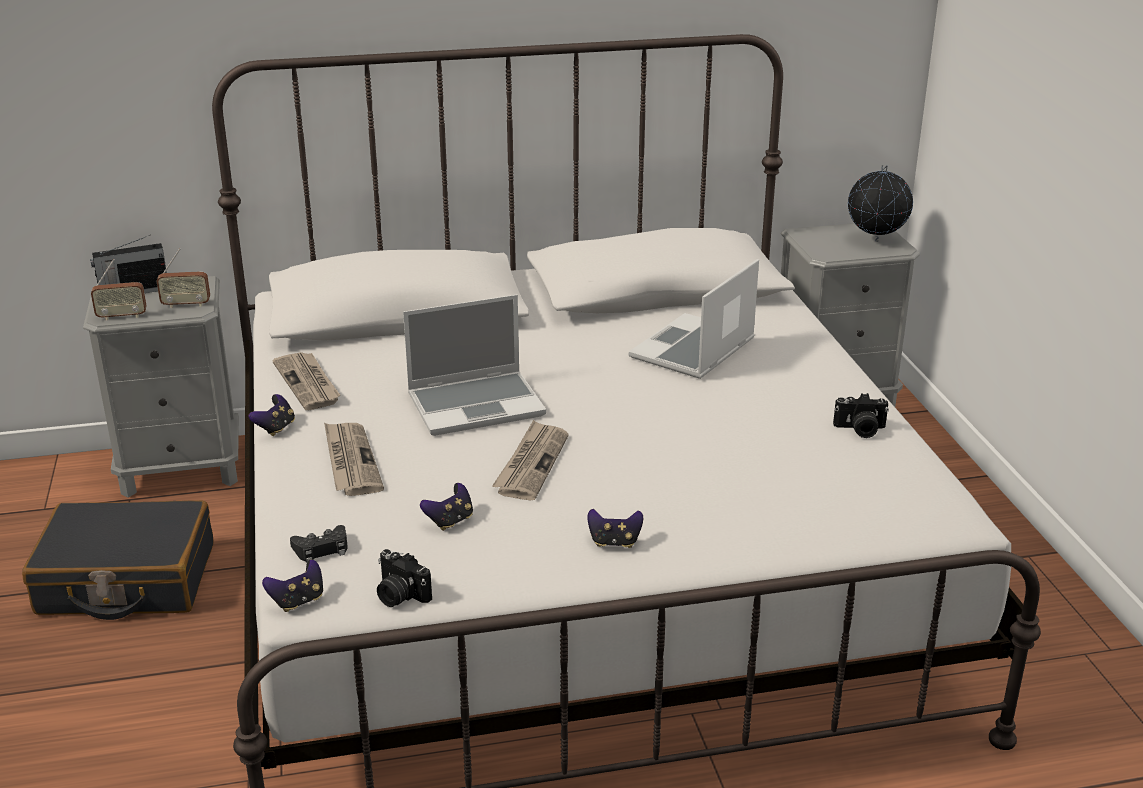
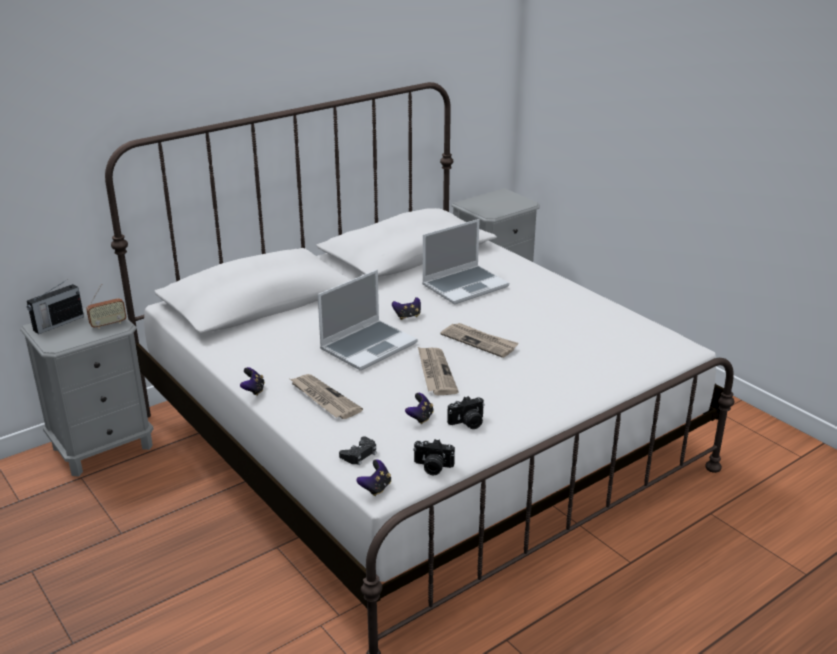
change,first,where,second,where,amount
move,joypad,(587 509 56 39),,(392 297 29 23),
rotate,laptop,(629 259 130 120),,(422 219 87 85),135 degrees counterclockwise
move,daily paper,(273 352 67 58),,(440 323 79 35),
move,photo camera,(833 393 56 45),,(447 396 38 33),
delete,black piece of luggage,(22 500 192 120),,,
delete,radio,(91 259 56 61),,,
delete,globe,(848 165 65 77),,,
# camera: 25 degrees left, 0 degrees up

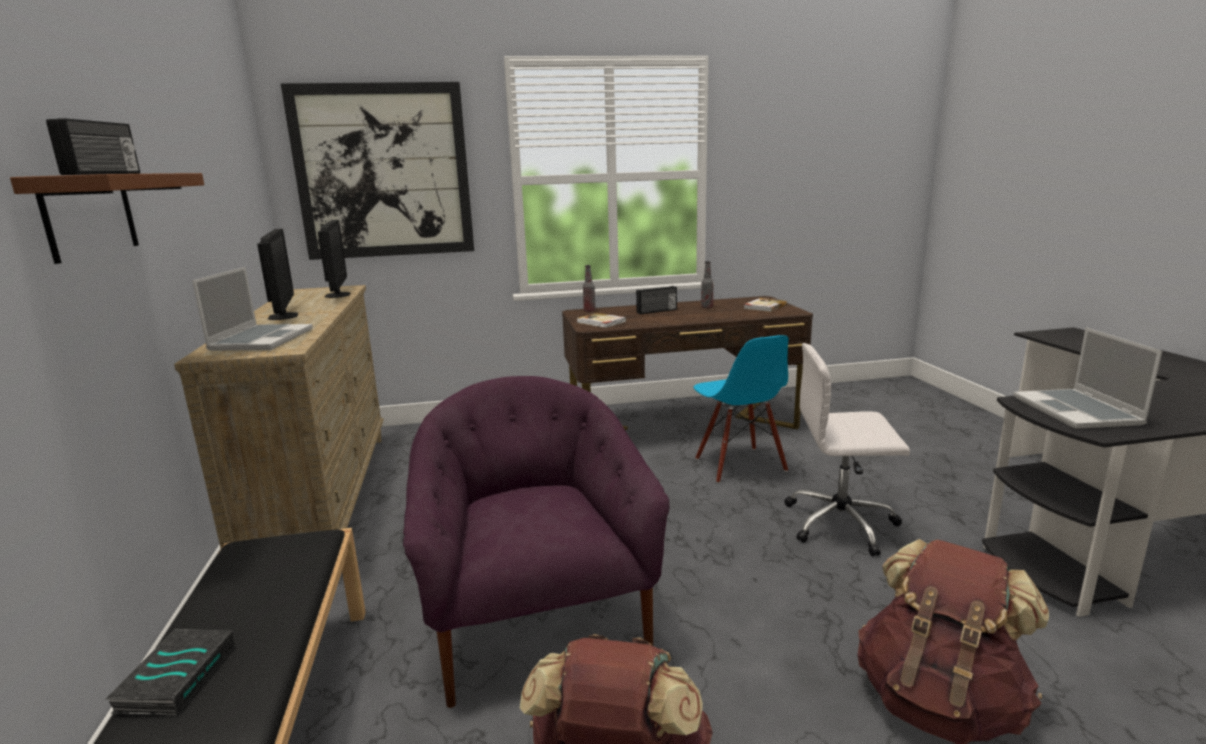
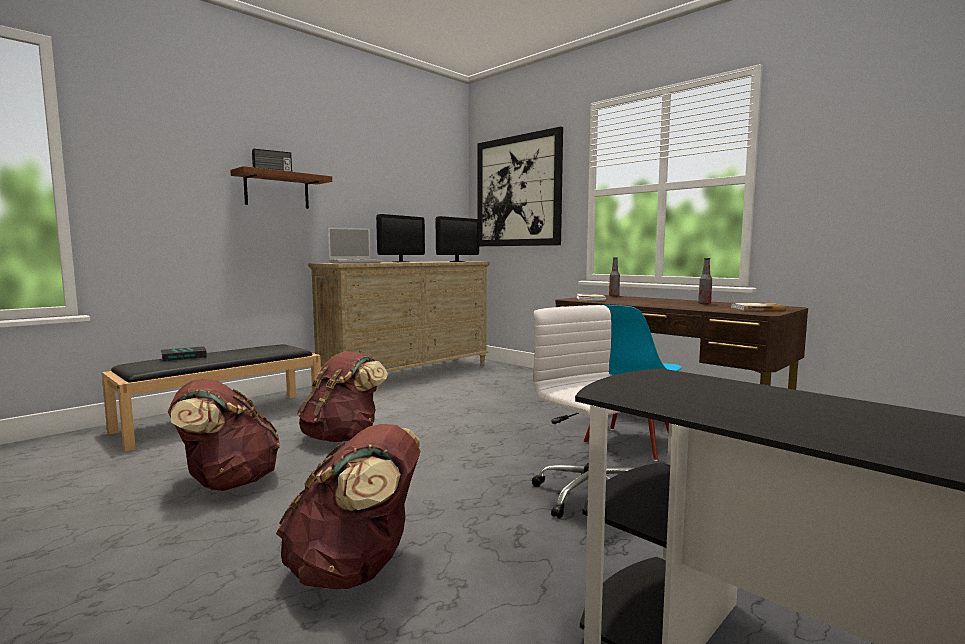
change,first,where,second,where,amount
replace,purple-coloured armchair,(403 376 267 332),brown rucksack,(297 351 91 91),
delete,radio,(636 286 41 28),,,
delete,laptop,(1013 328 149 101),,,
# camera: 55 degrees right, 10 degrees down

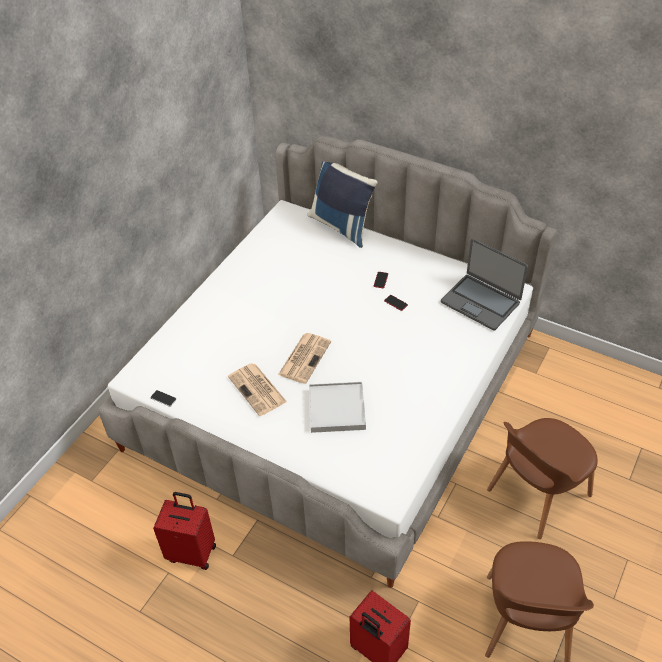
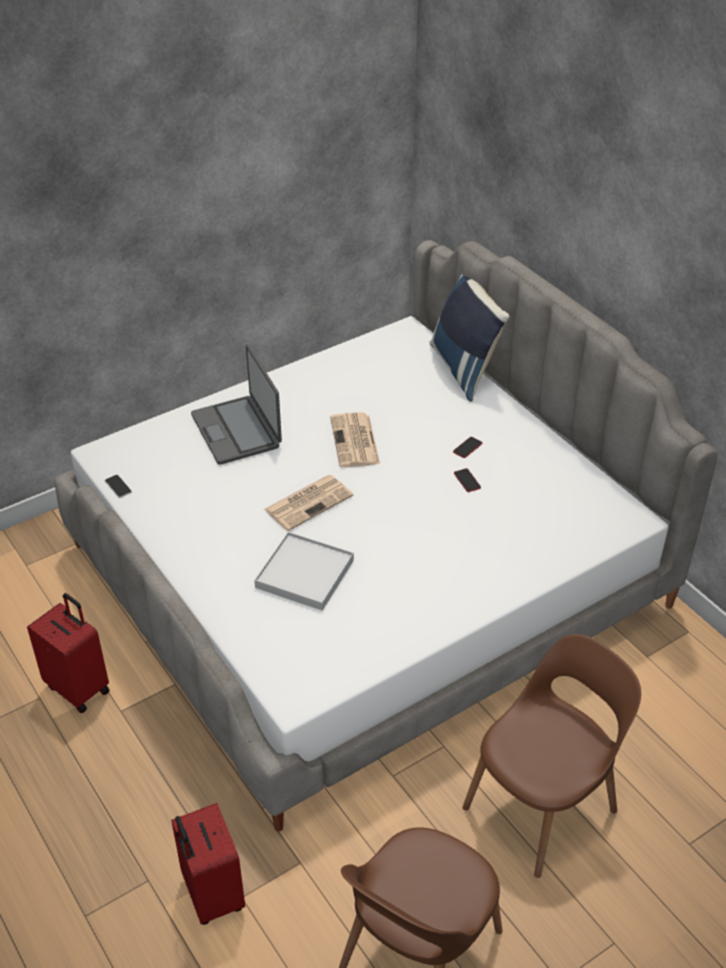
change,first,where,second,where,amount
move,laptop,(441 239 87 91),,(191 345 91 120),
move,daily paper,(228 363 59 53),,(330 412 50 55),
rotate,brown chair,(487 418 111 121),,(462 634 179 244),150 degrees clockwise
# camera: 25 degrees right, 5 degrees down

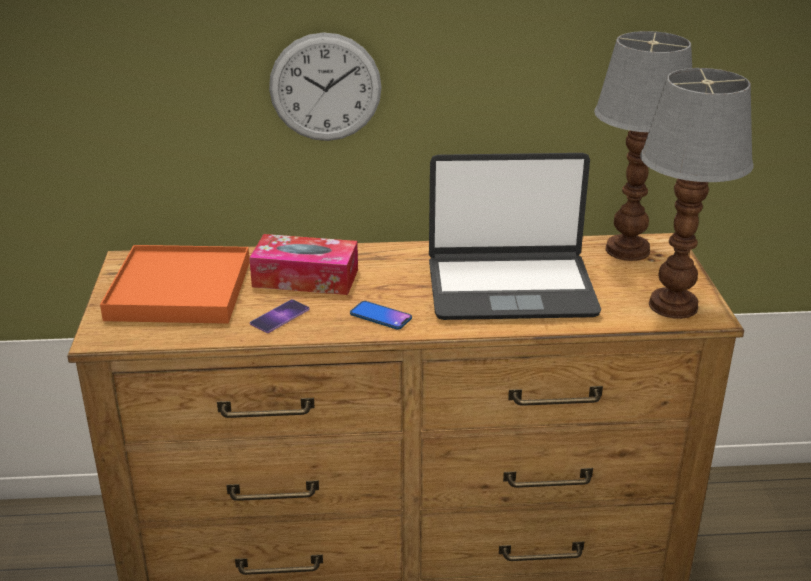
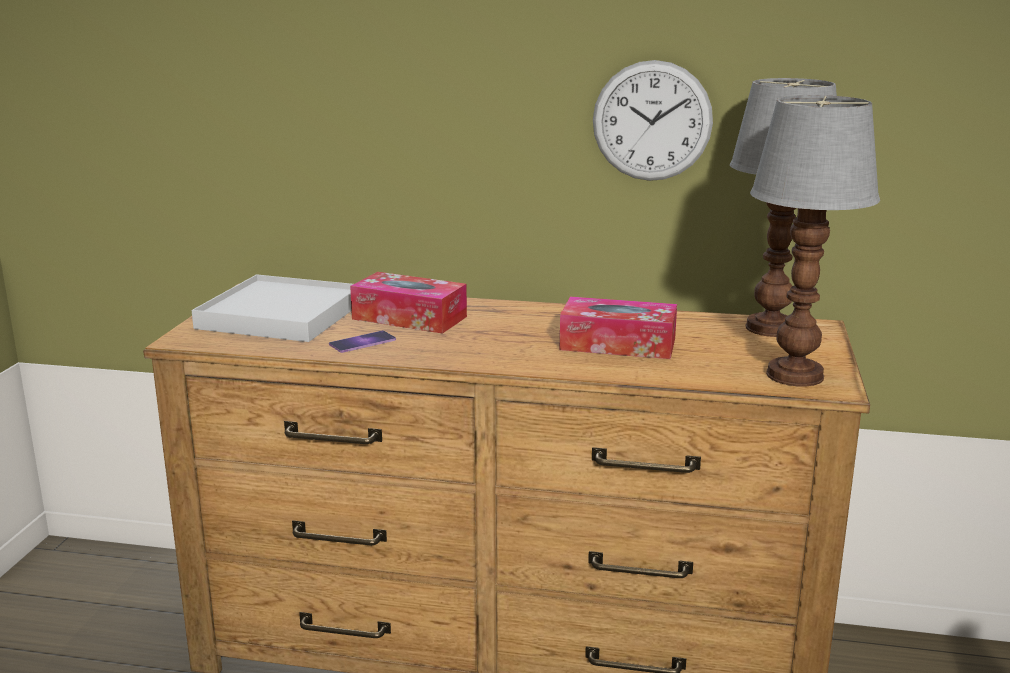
change,first,where,second,where,amount
recolor,orange-coloured tray,(100 245 150 79),whitish tray,(191 274 162 68),
replace,laptop,(429 153 172 167),tissue holder,(560 297 117 62),
move,wall clock,(269 32 113 109),,(593 60 120 121),
delete,phone,(350 301 62 29),,,
# camera: 15 degrees right, 10 degrees down

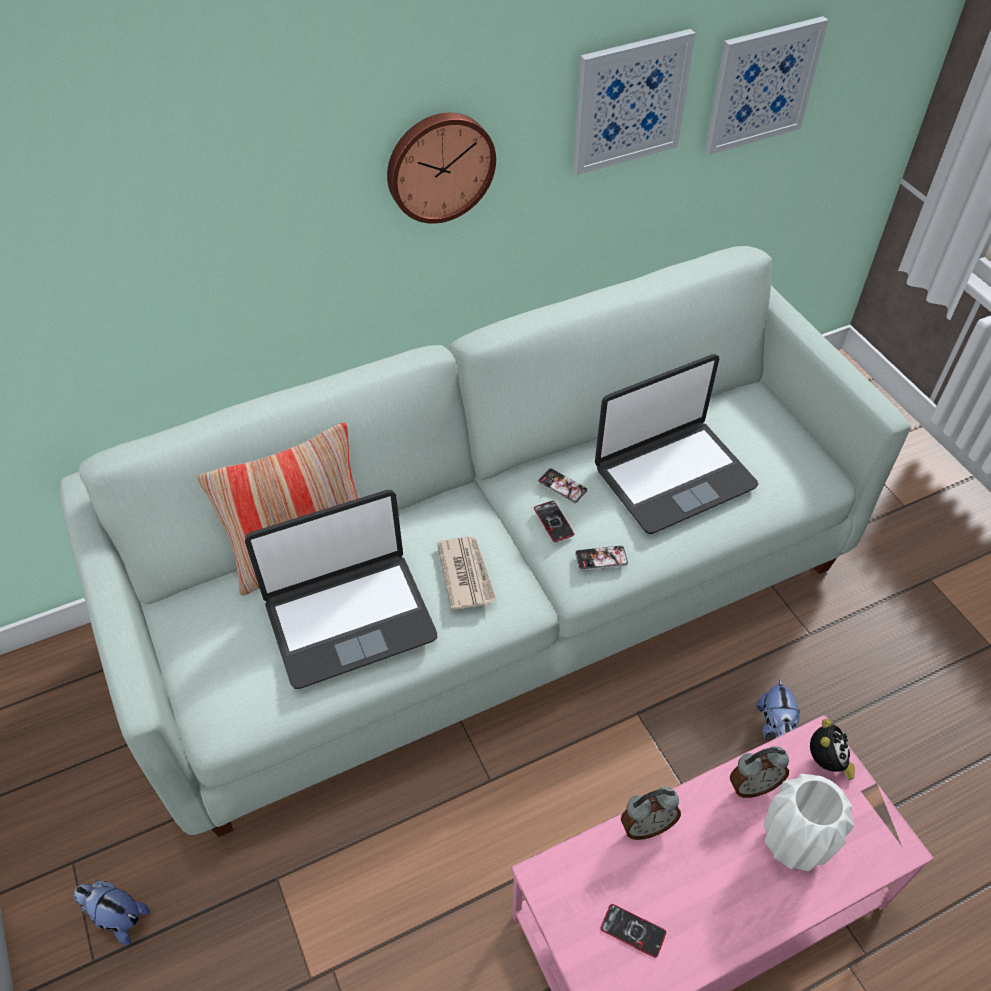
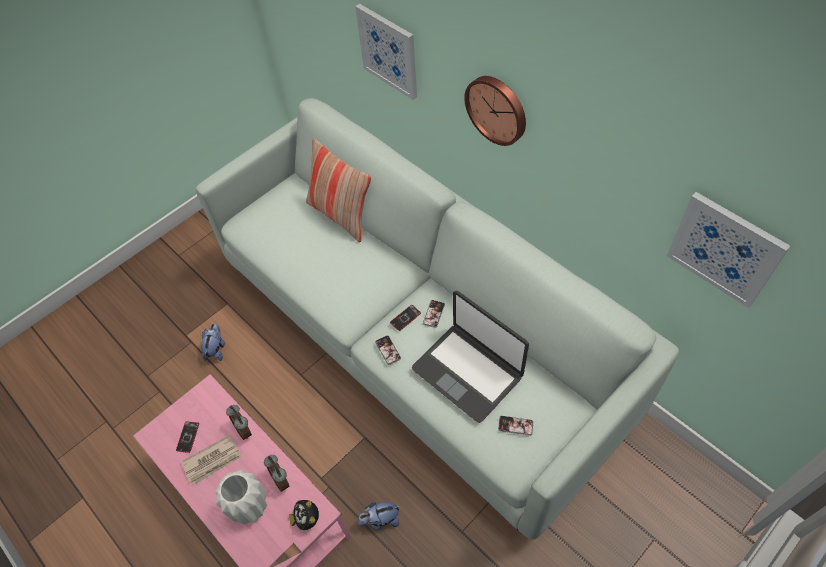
change,first,where,second,where,amount
move,daily paper,(437 536 60 74),,(181 436 61 50),
move,soft toy,(74 881 76 63),,(201 323 24 38),
rotate,bedside clock,(810 719 45 61),,(289 500 30 30),75 degrees clockwise
move,wall art,(573 29 123 146),,(355 4 62 96),
insert,,,phone,(498 416 35 20),
delete,laptop,(245 490 192 199),,,
# camera: 75 degrees right, 5 degrees up

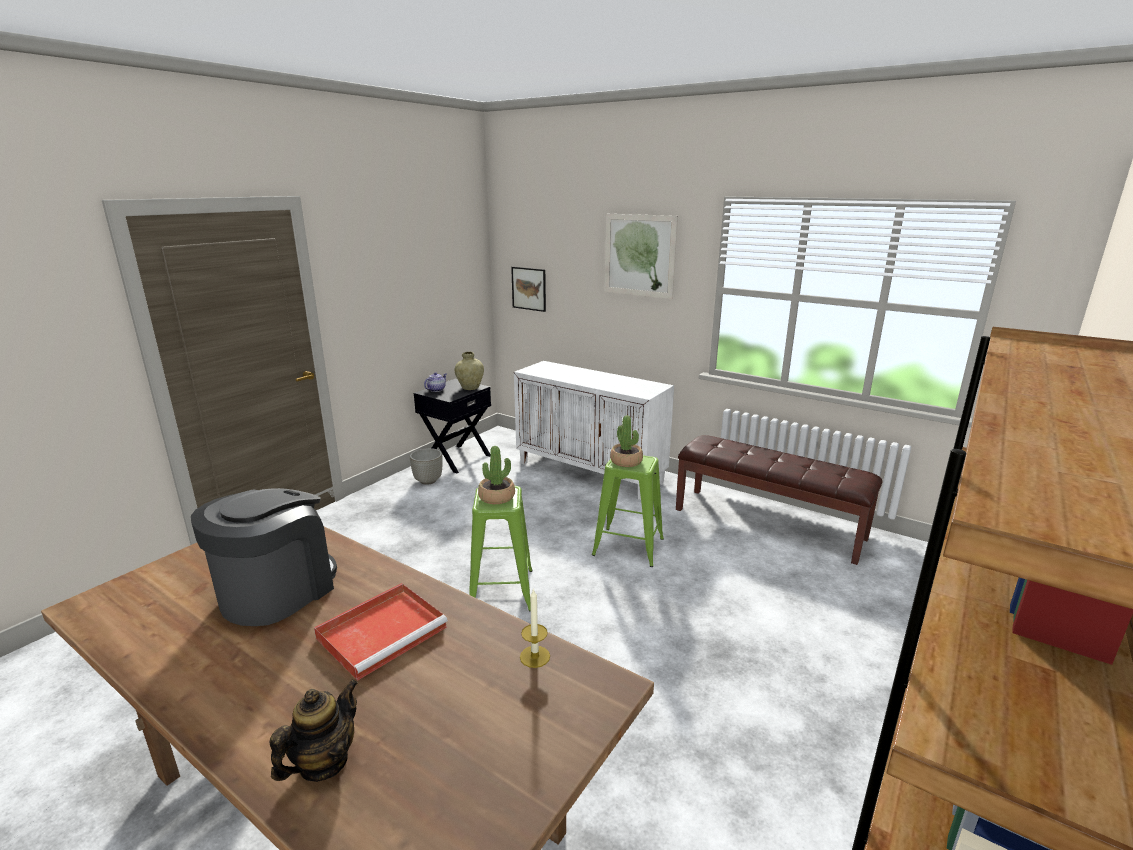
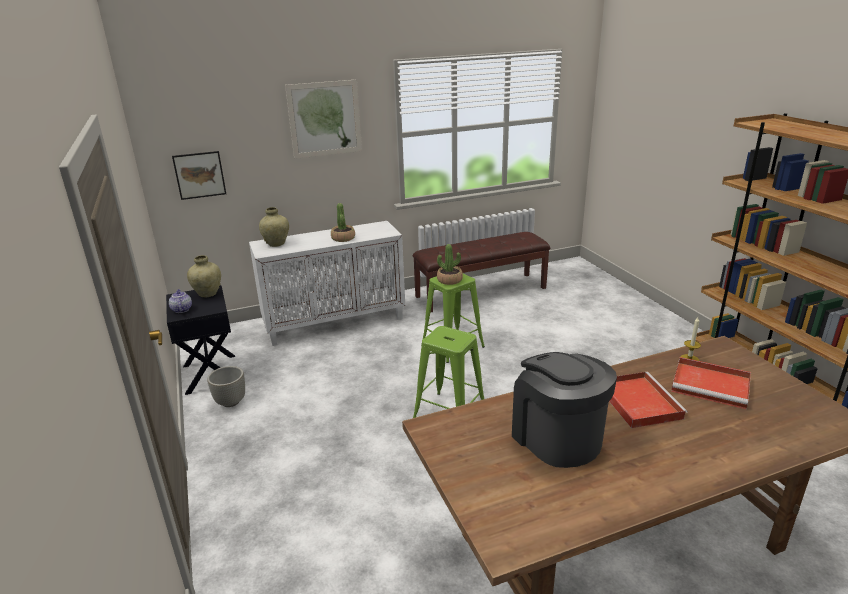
change,first,where,second,where,amount
insert,,,sand-coloured vase,(259 207 30 40),
move,plant in a pot,(478 446 37 58),,(331 203 24 39),
insert,,,reddish tray,(671 357 80 52),
delete,teapot,(270 679 88 103),,,
# camera: 55 degrees left, 5 degrees up

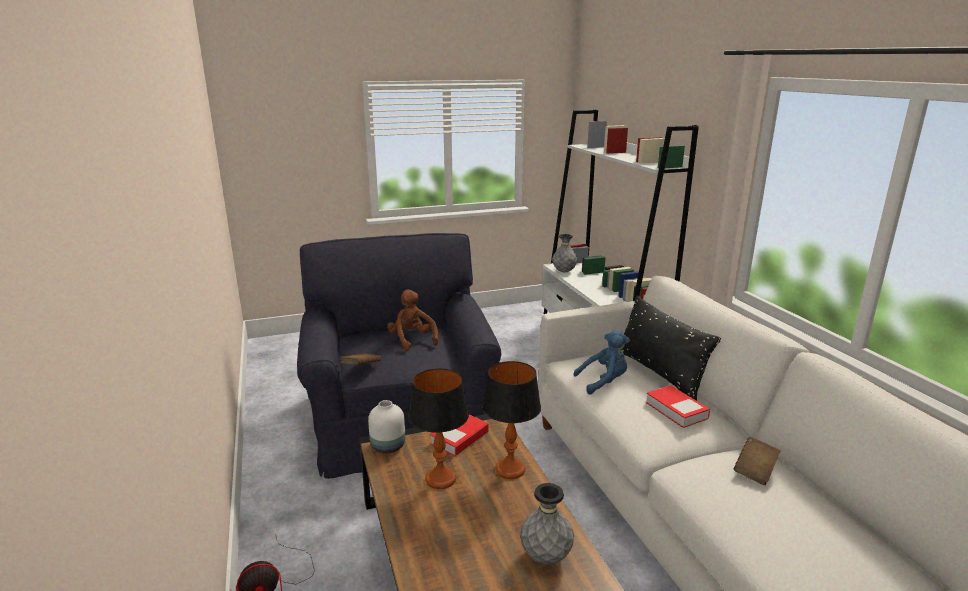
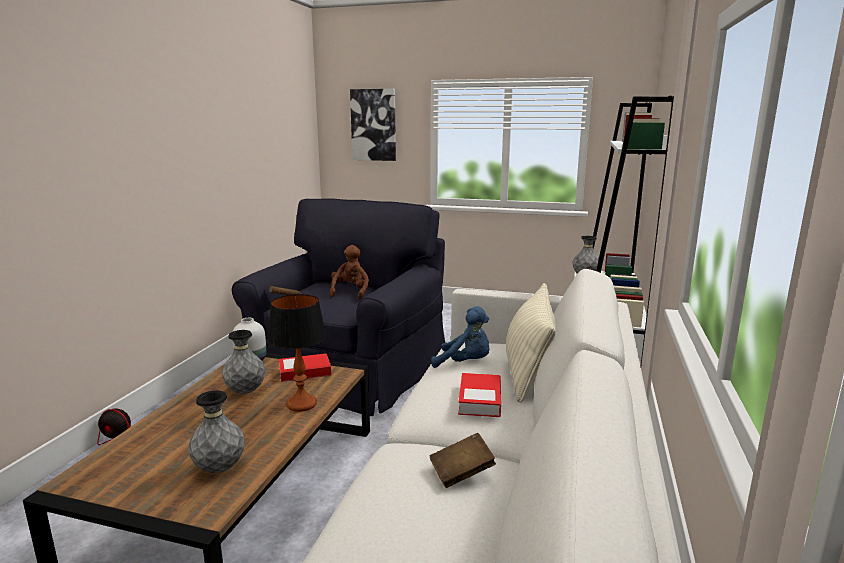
change,first,where,second,where,amount
replace,table lamp,(408 368 61 121),grey vase,(222 330 43 64),
insert,,,wall art,(350 89 46 72),
recolor,black pillow,(622 296 99 105),sand-coloured pillow,(506 283 50 120),
# camera: 35 degrees right, 5 degrees down

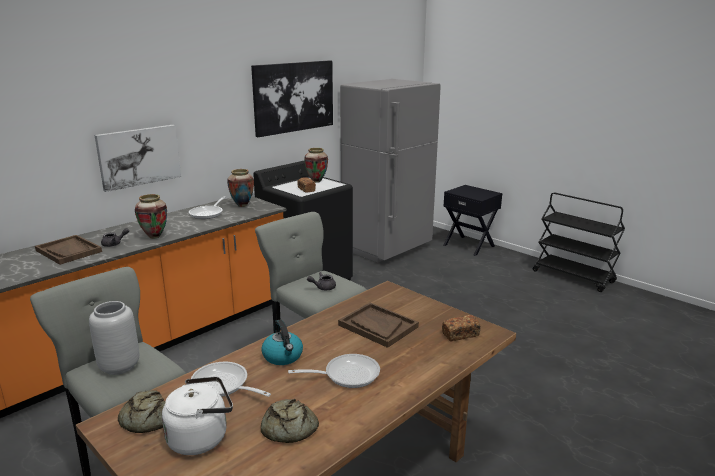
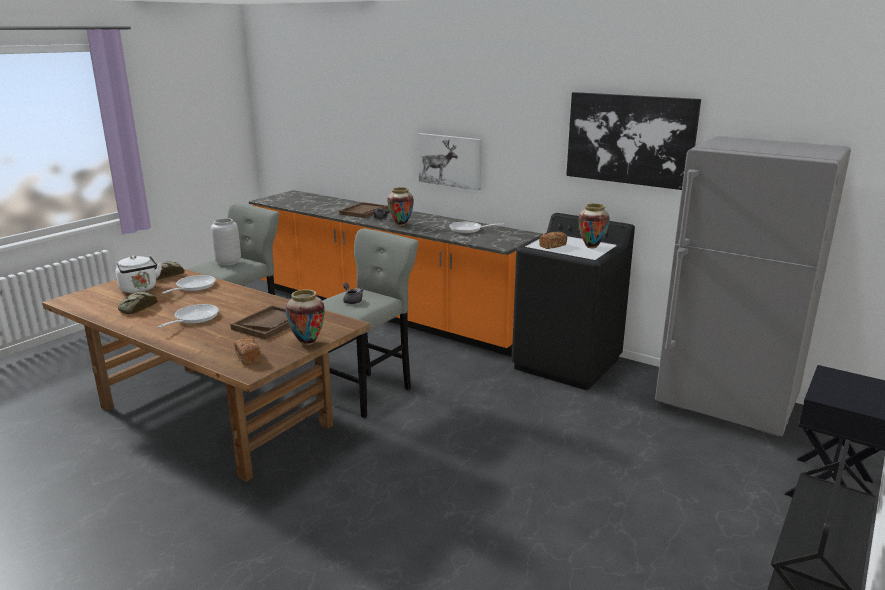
change,first,where,second,where,amount
rotate,pan,(288 354 92 34),,(158 304 61 24),135 degrees counterclockwise
move,vase,(227 169 27 38),,(285 289 40 56),
delete,water kettle,(261 320 42 45),,,
# camera: 80 degrees right, 0 degrees up

